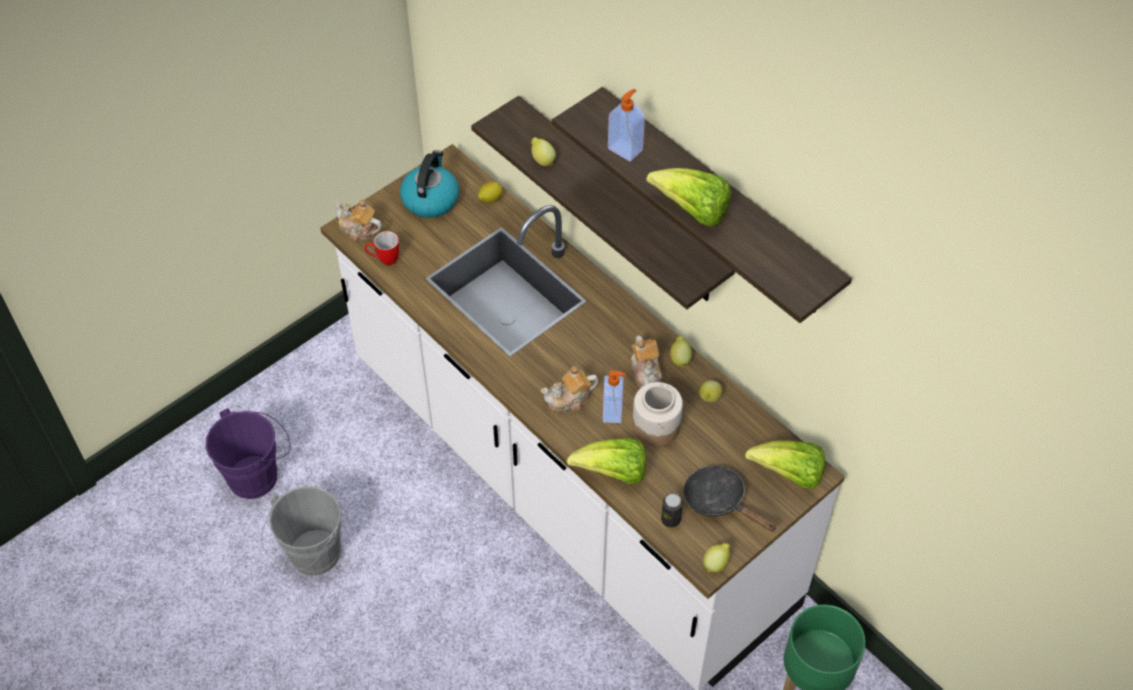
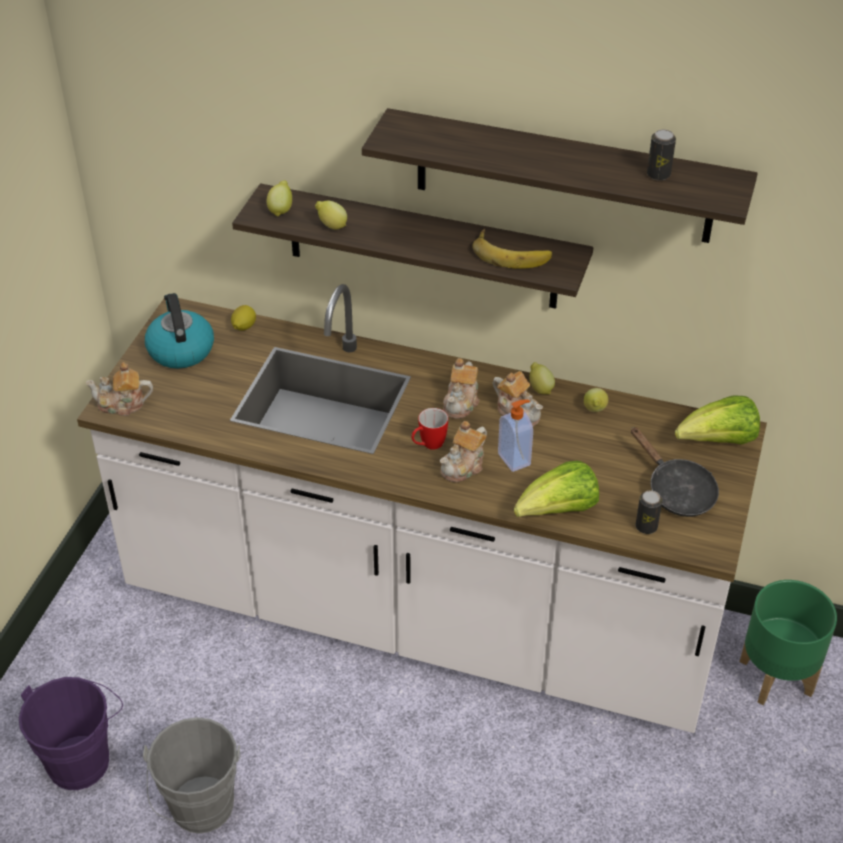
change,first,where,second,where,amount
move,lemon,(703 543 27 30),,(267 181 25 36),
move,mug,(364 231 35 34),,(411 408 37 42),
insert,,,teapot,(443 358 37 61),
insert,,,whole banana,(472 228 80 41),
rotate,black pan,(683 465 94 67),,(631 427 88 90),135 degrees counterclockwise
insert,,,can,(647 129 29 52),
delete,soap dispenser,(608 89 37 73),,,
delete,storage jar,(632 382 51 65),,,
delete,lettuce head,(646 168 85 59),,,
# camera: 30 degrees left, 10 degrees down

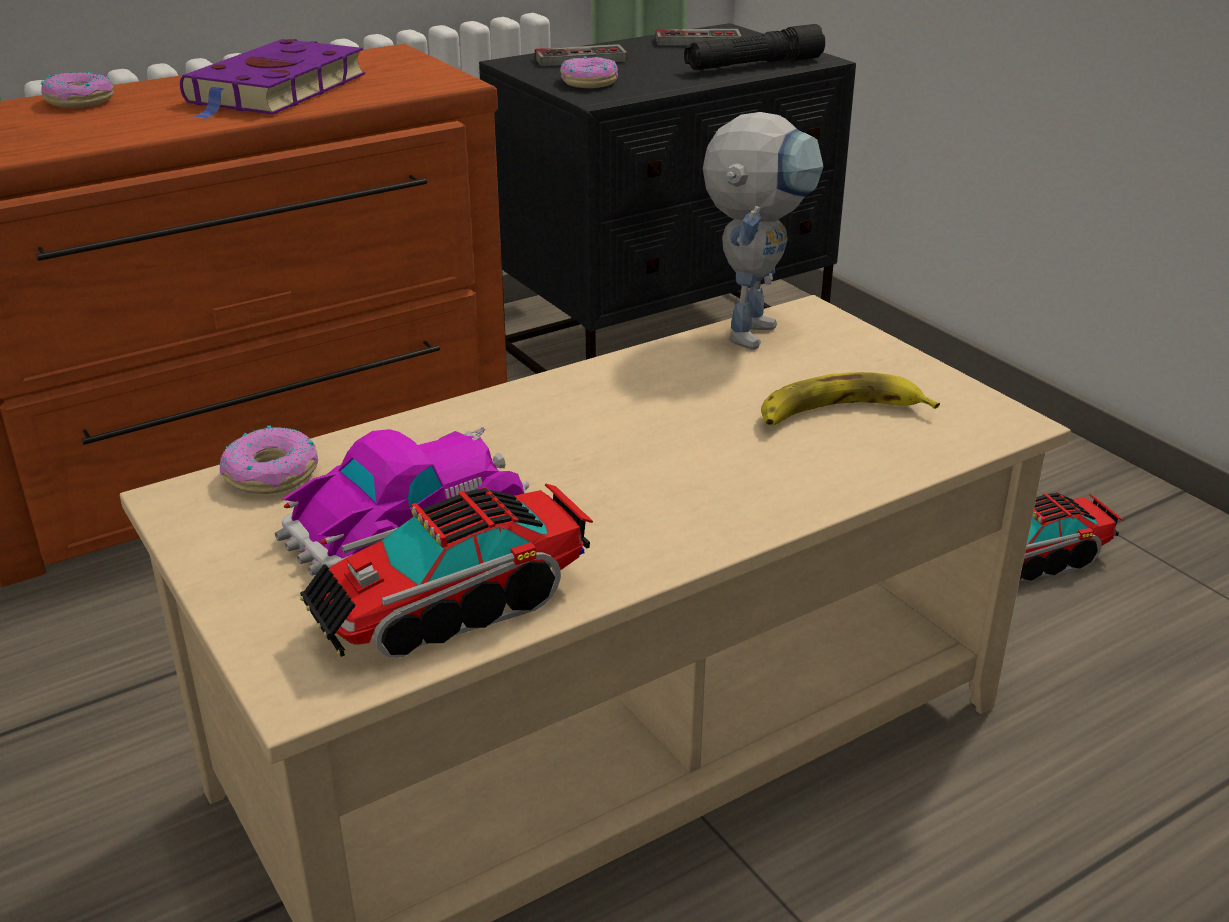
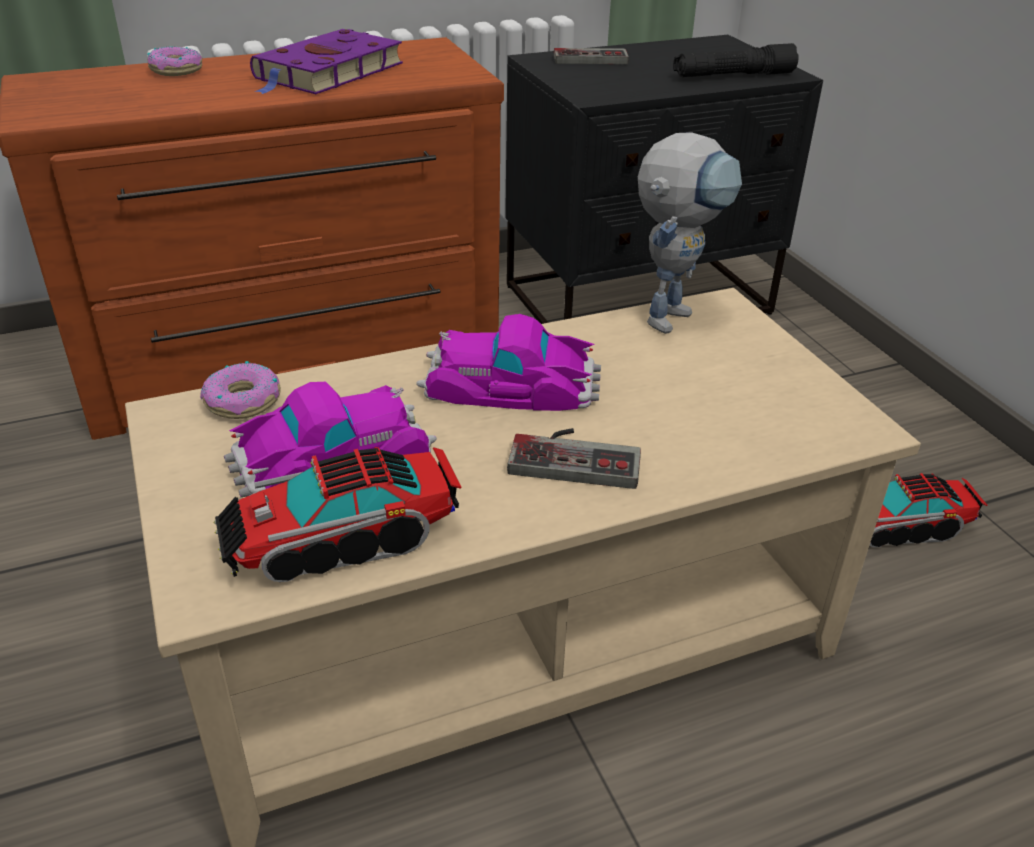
change,first,where,second,where,amount
insert,,,model car,(417 314 184 97),
move,joypad,(656 29 86 17),,(507 428 134 61),
delete,doughnut,(560 56 58 32),,,
delete,whole banana,(761 372 179 54),,,
# camera: 10 degrees right, 5 degrees up

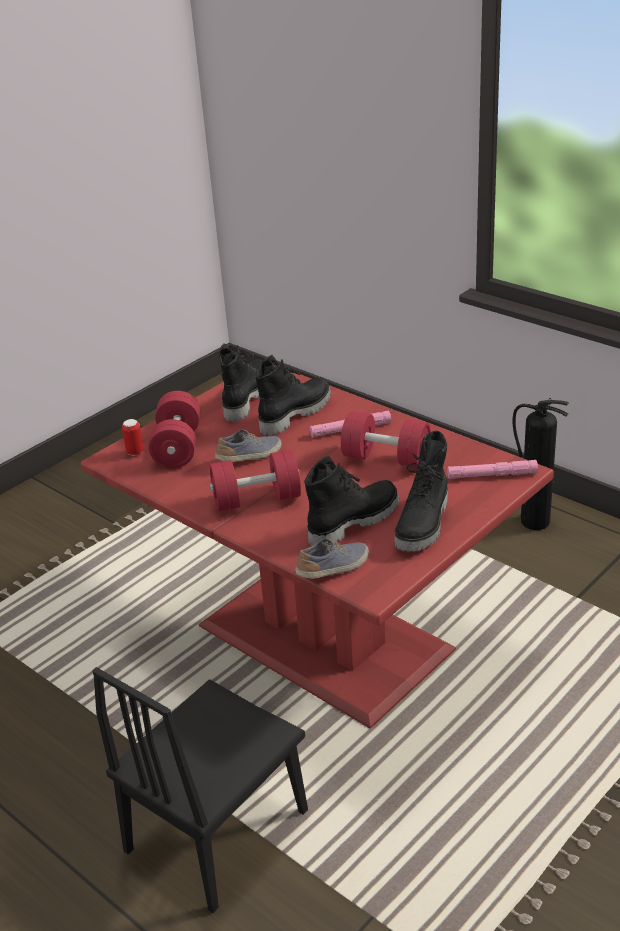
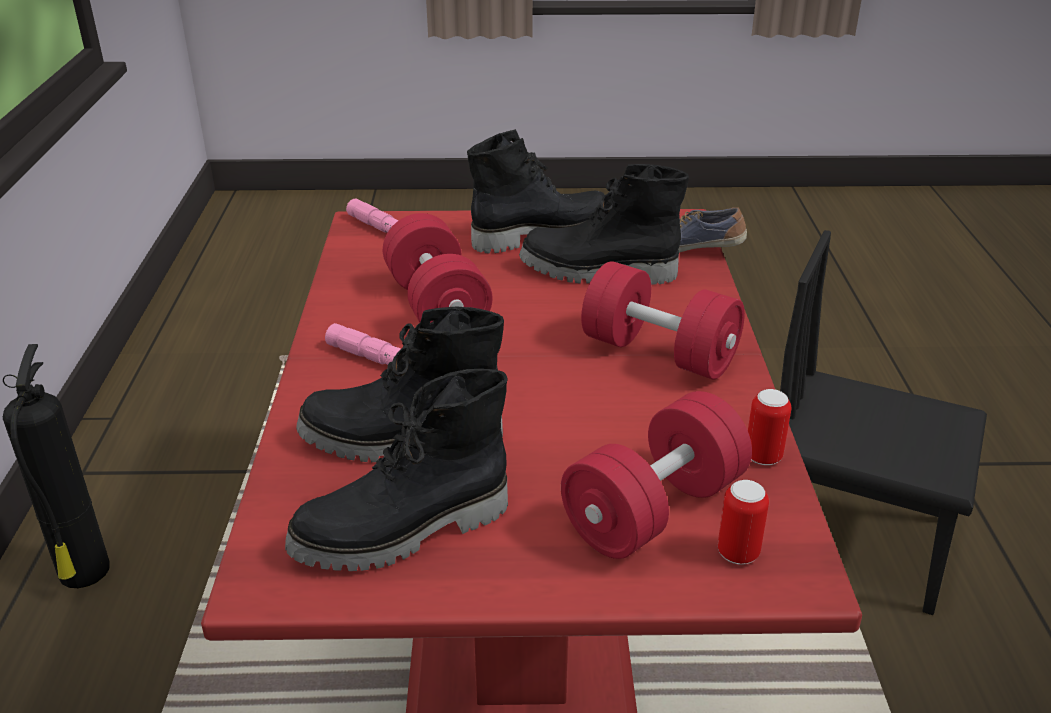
change,first,where,second,where,amount
insert,,,can,(748 389 43 76),
rotate,black chair,(92 667 216 246),,(780 230 207 385),150 degrees counterclockwise
delete,shoe,(215 430 67 32),,,
# camera: 135 degrees left, 0 degrees up

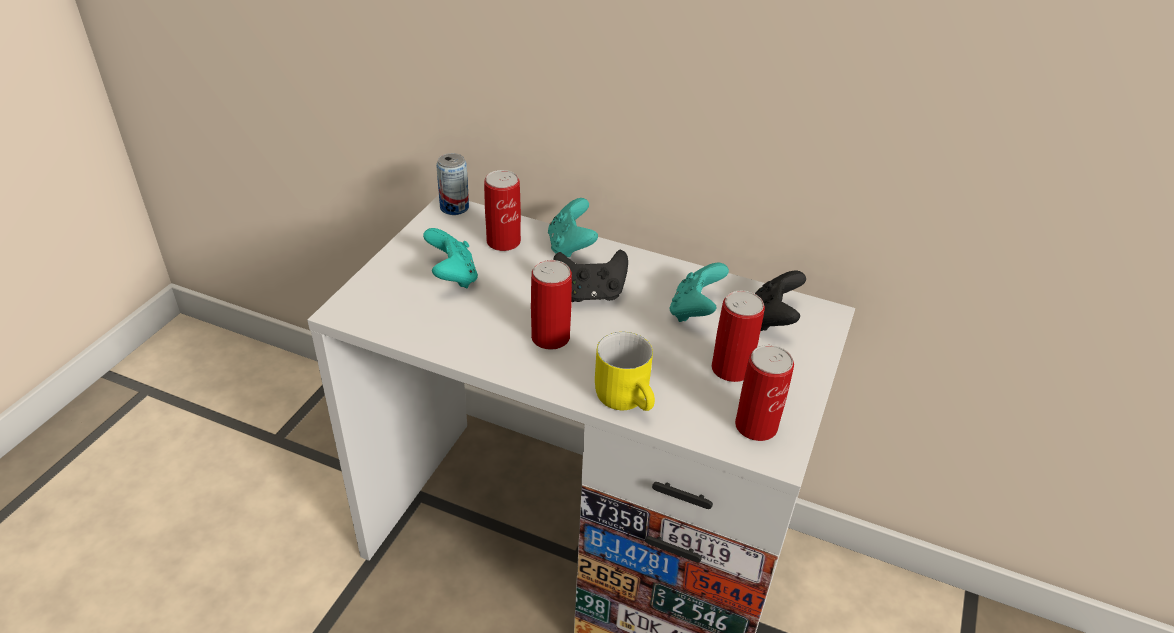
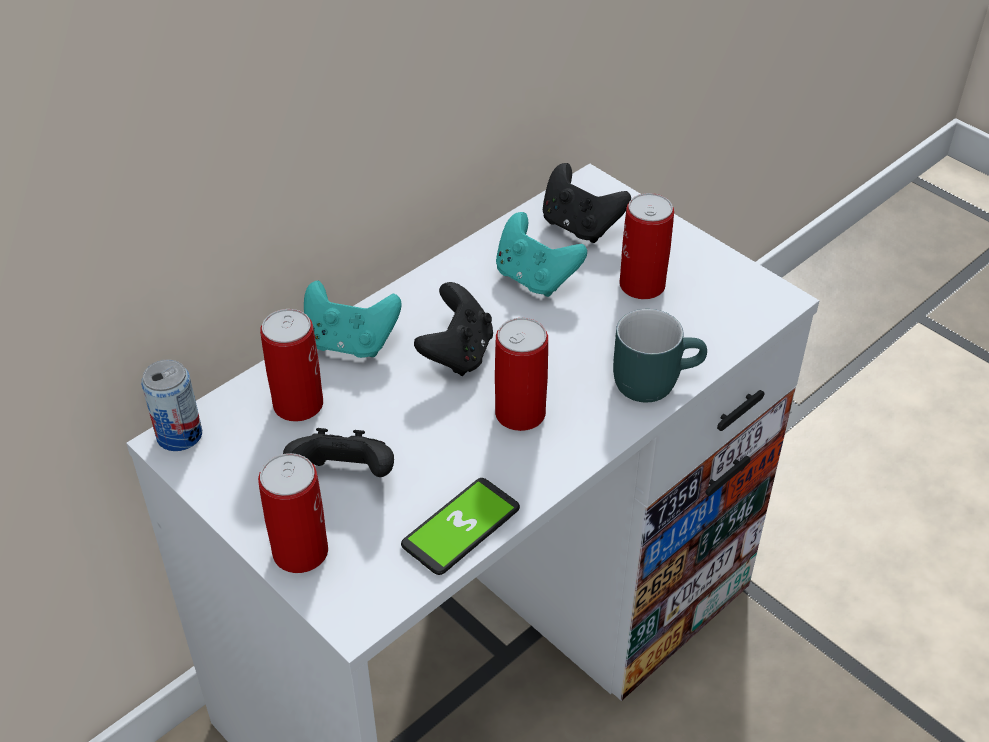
change,first,where,second,where,amount
move,can,(735 345 59 96),,(258 453 70 120),
recolor,turquoise-coloured joypad,(423 228 55 60),black joypad,(283 428 111 49),
insert,,,phone,(401 478 119 97),
recolor,yellowish mug,(595 332 60 79),turquoise-coloured mug,(613 309 94 93),
# camera: 65 degrees left, 5 degrees up

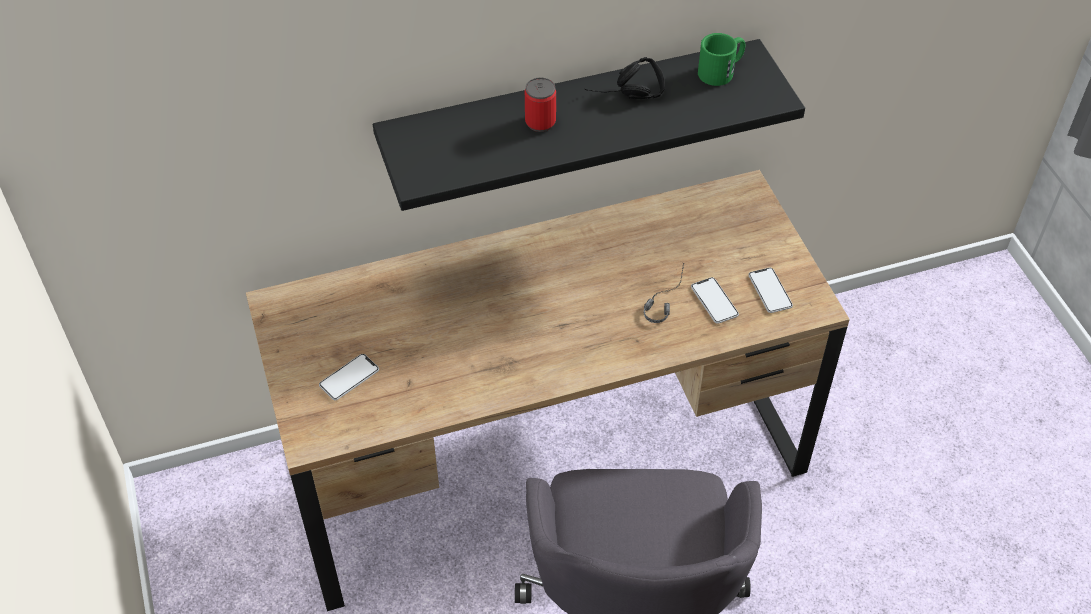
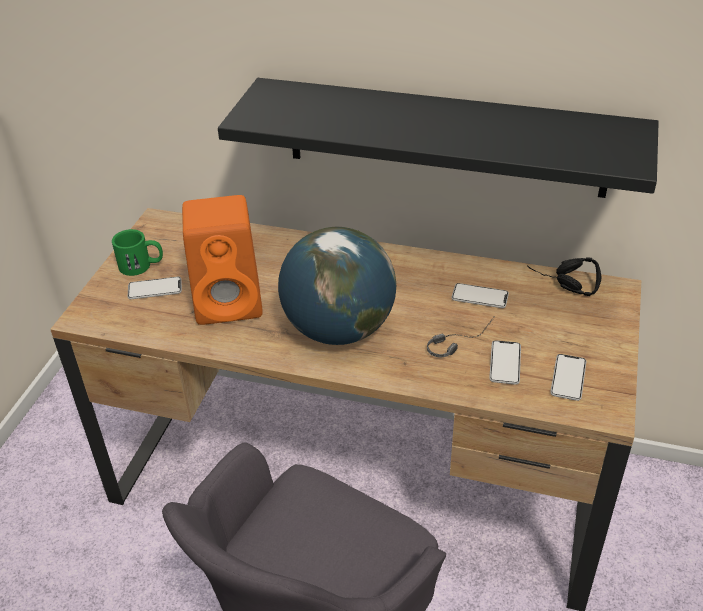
change,first,where,second,where,amount
move,green mug,(698 33 47 53),,(112 229 51 47),
insert,,,orange-coloured loudspeaker,(182 195 81 130),
insert,,,globe,(278 227 118 118),
insert,,,phone,(451 283 58 25),
move,black headset,(585 57 80 42),,(527 257 74 39),
delete,can,(525 78 31 54),,,
# camera: 35 degrees right, 10 degrees down

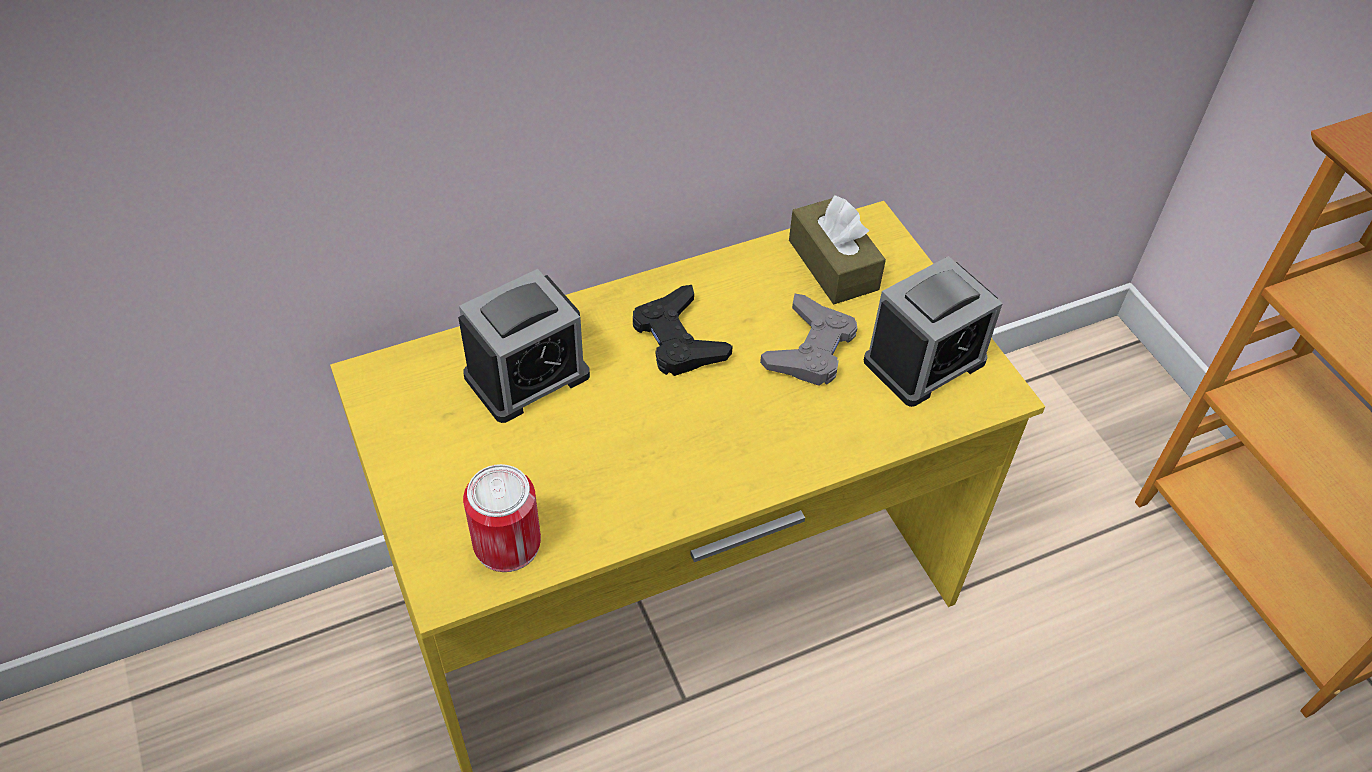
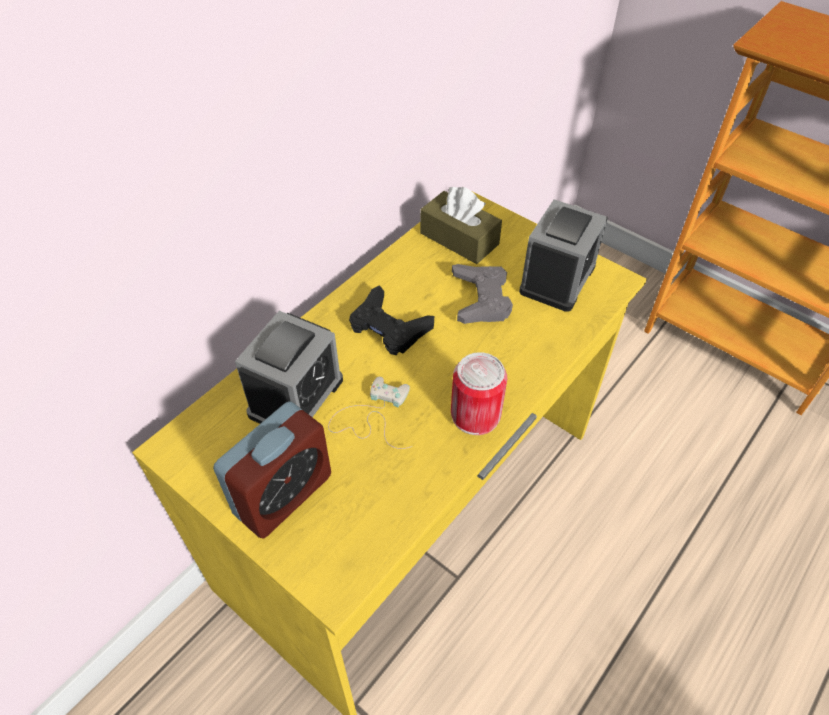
change,first,where,second,where,amount
insert,,,bedside clock,(213 401 118 137),
insert,,,whitish joypad,(328 377 84 72),
move,can,(463 464 78 108),,(451 352 56 83),
# camera: 25 degrees left, 0 degrees up

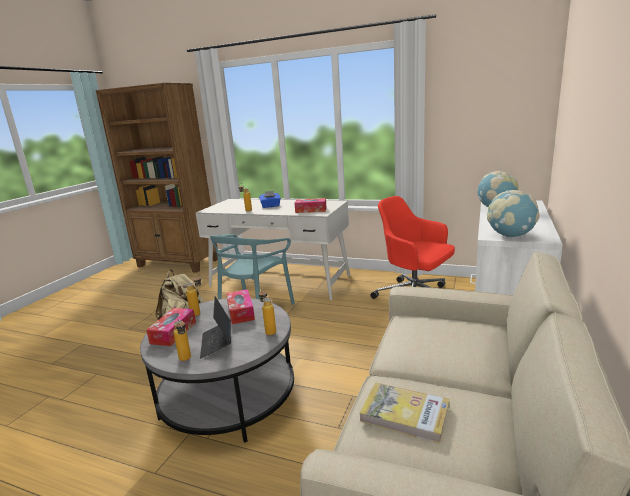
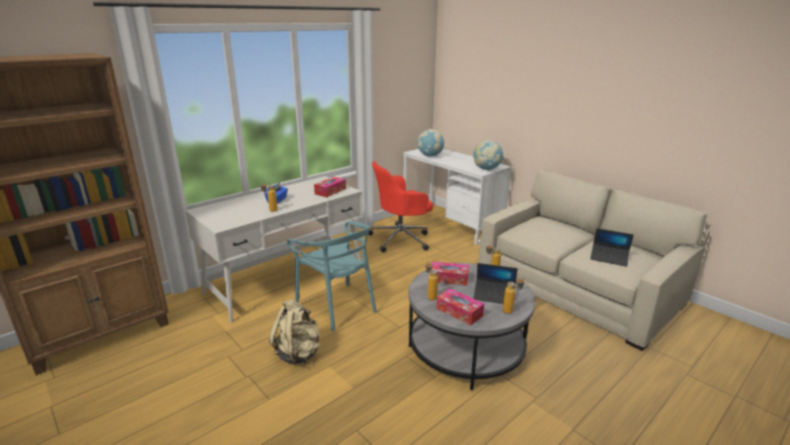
change,first,where,second,where,amount
replace,volume,(359 383 91 60),laptop,(590 228 44 39),
# camera: 65 degrees left, 5 degrees up

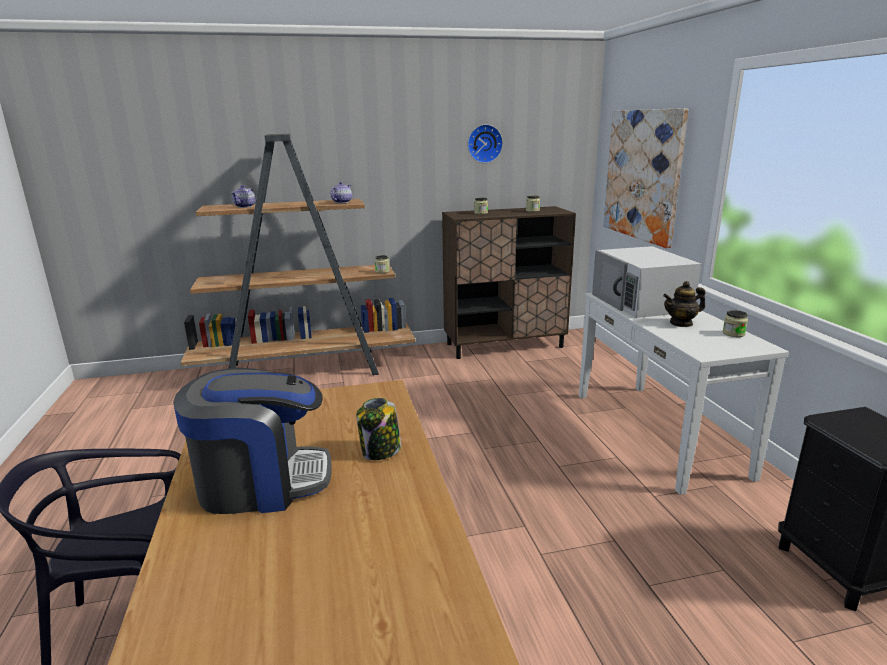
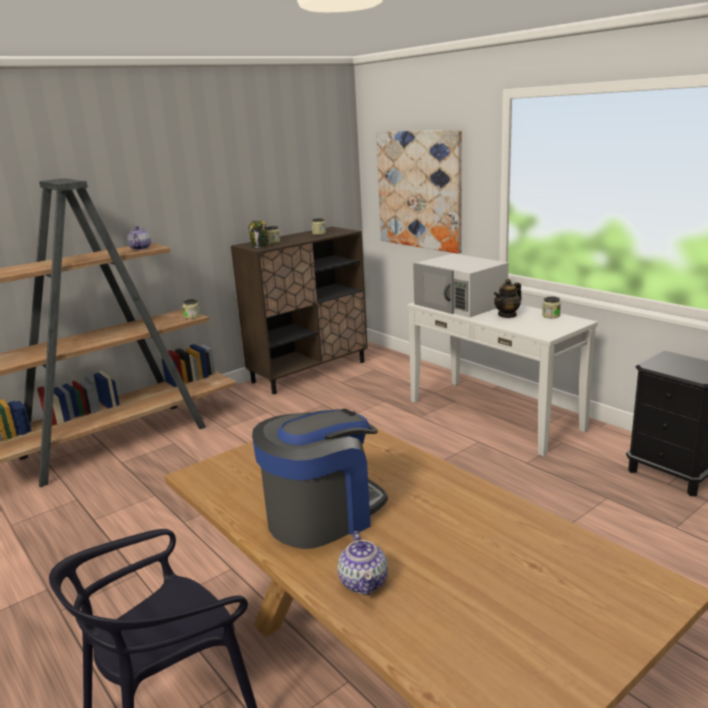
change,first,where,second,where,amount
move,storage jar,(356 398 45 62),,(248 219 22 29),
move,teapot,(231 185 24 23),,(338 531 50 64),
delete,wall clock,(468 124 35 39),,,
# camera: 25 degrees left, 0 degrees up

